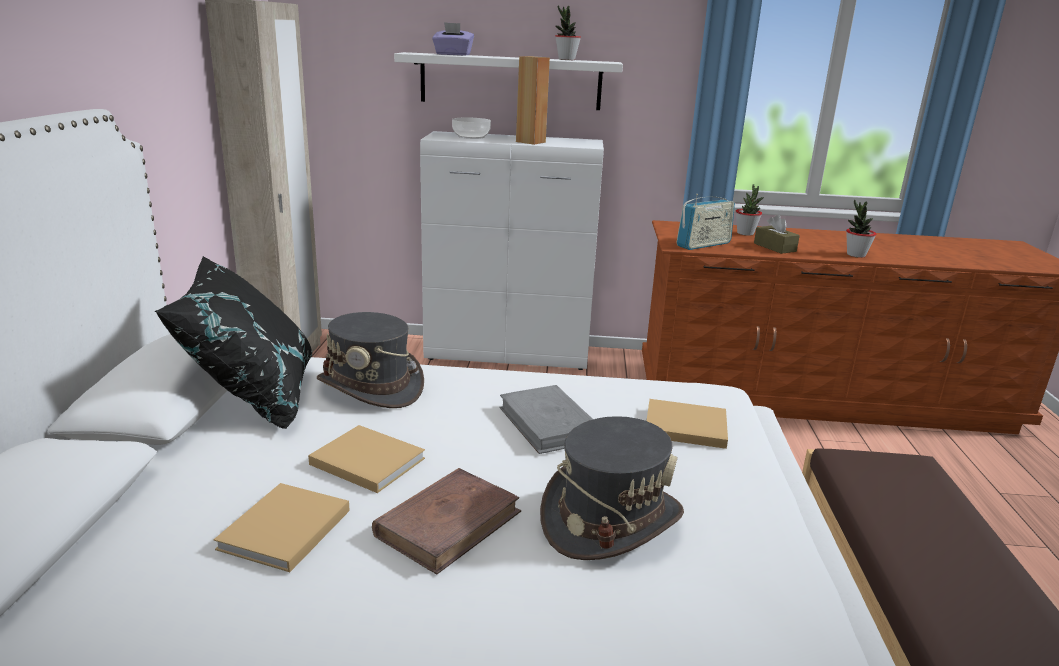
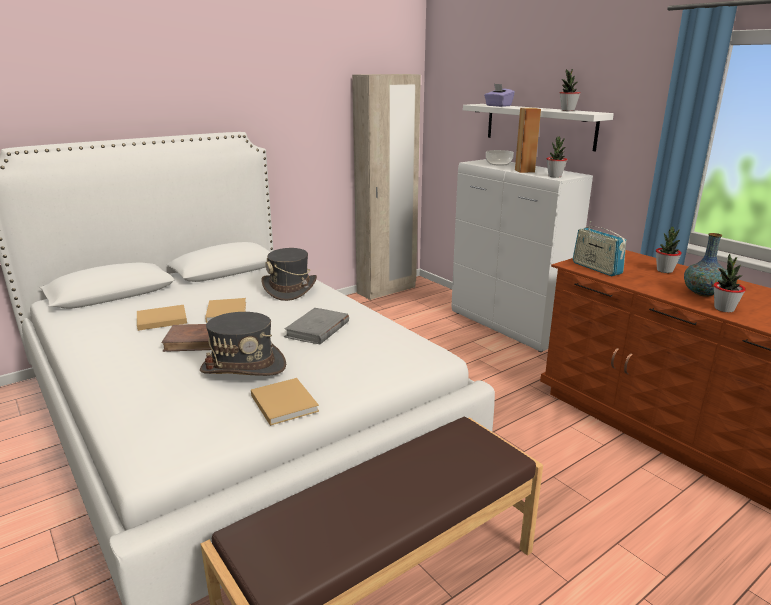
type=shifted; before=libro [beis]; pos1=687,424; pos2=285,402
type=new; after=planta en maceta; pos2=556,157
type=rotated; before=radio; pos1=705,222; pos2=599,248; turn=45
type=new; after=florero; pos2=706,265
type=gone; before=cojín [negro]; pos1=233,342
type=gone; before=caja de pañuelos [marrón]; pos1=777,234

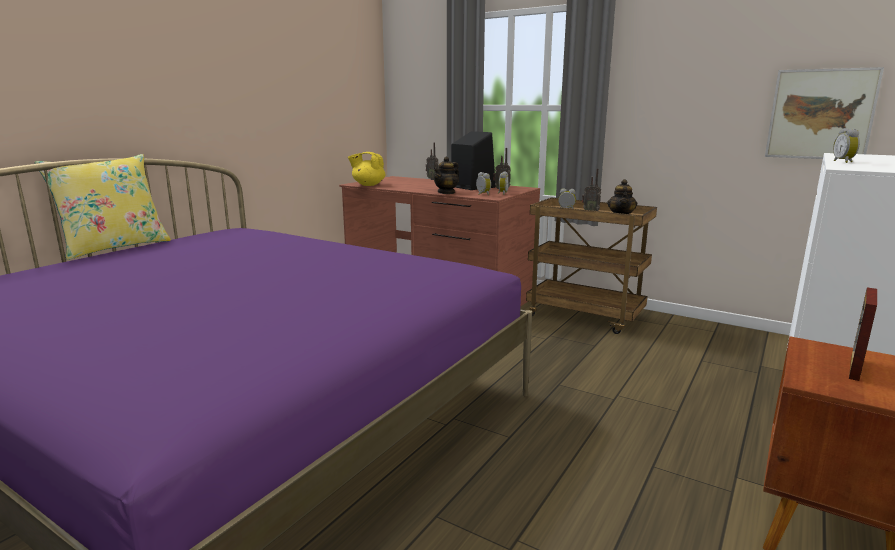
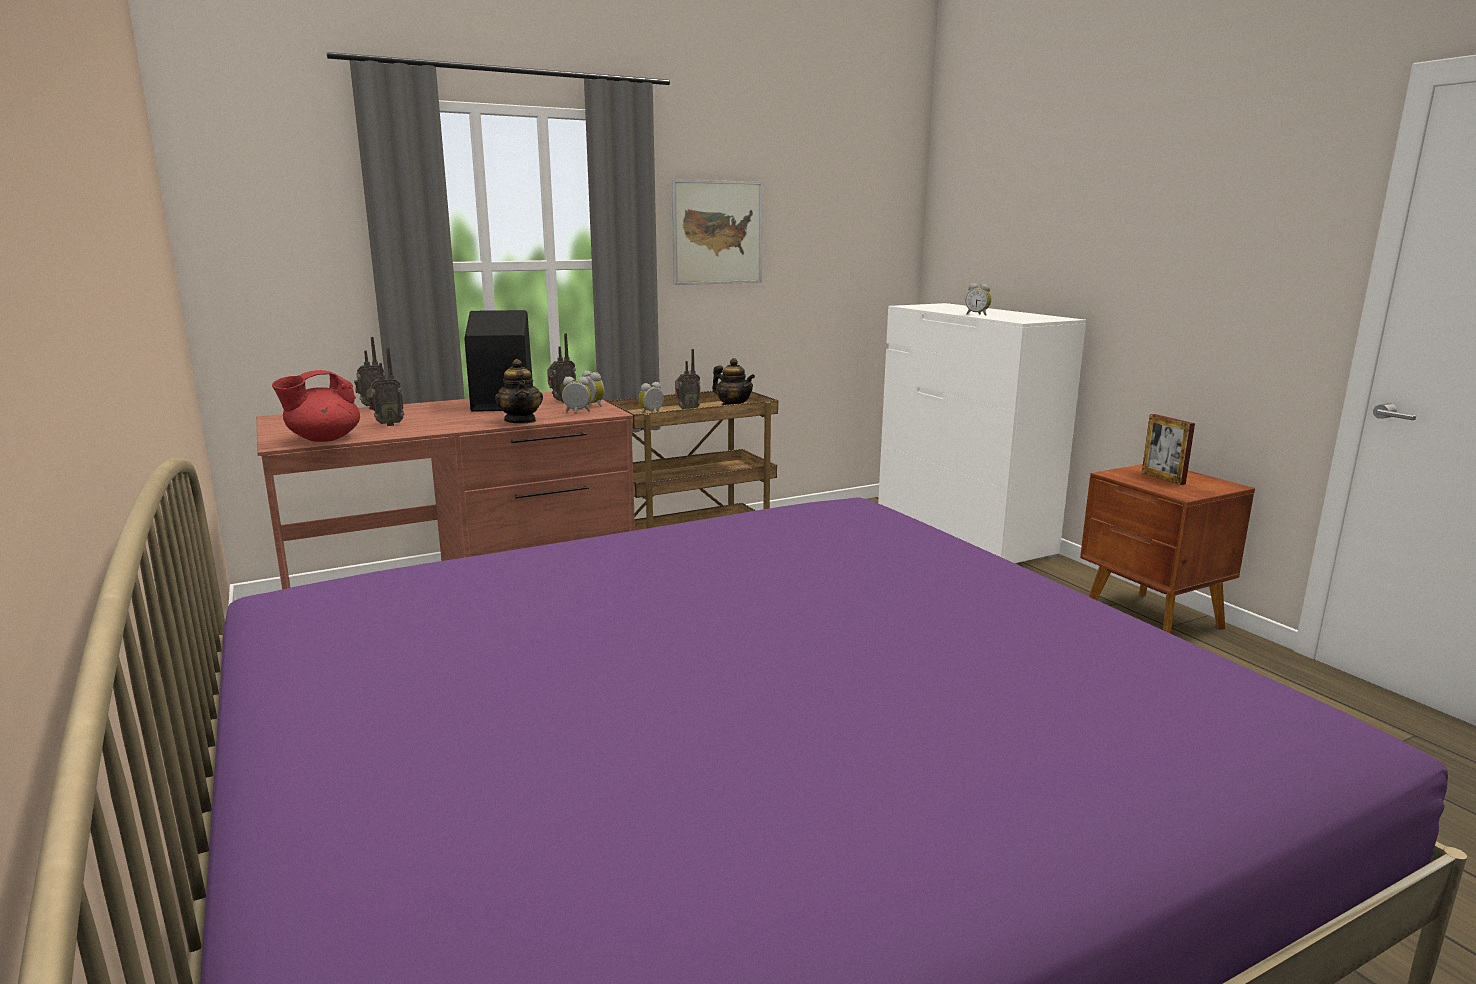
type=repainted; before=tetera [amarillo]; after=tetera [rojo]; pos1=366,169; pos2=316,406
type=new; after=radio; pos2=386,387
type=shifted; before=cuadro; pos1=824,113; pos2=717,232
type=gone; before=cojín [amarillo]; pos1=102,207

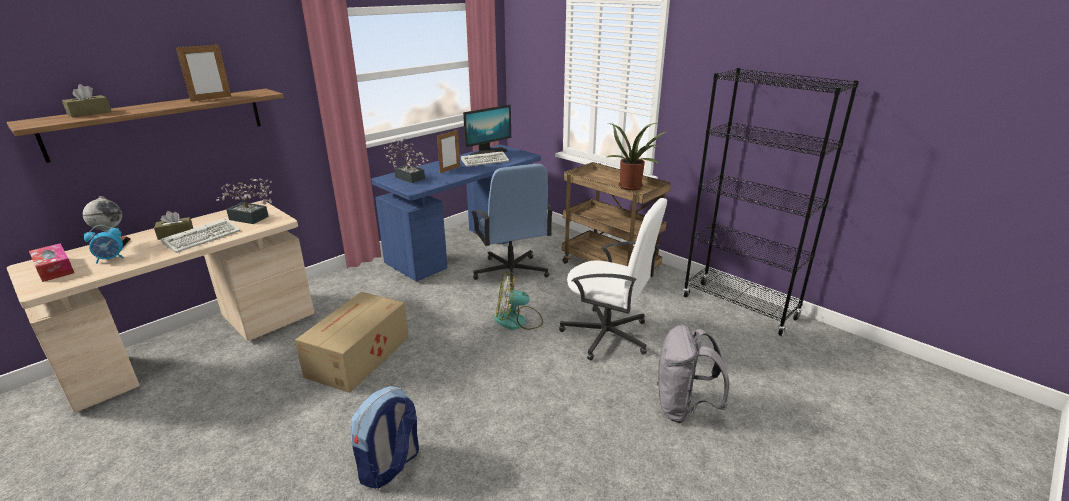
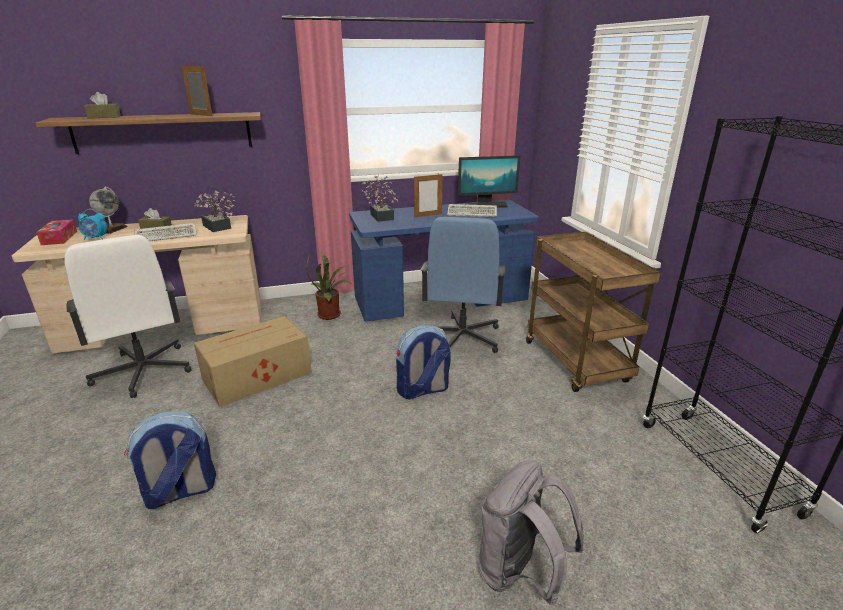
type=shifted; before=silla de oficina [blanco]; pos1=613,279; pos2=128,316
type=rotated; before=portarretratos; pos1=203,72; pos2=196,90; turn=-135
type=shifted; before=planta en maceta; pos1=637,157; pos2=329,286
type=swapped; before=ventilador; after=mochila; pos1=518,300; pos2=423,362

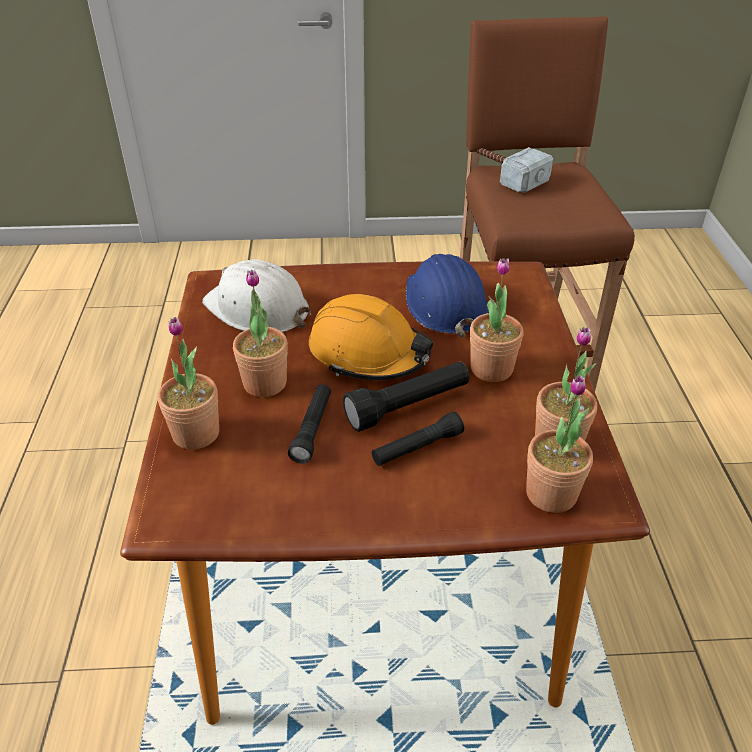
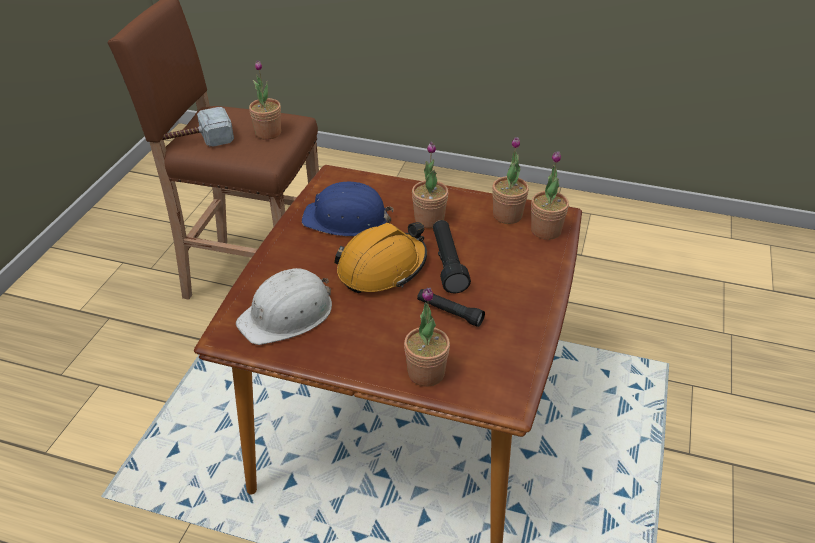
type=shifted; before=planta en maceta; pos1=260,333; pos2=265,100
type=gone; before=linterna [negro]; pos1=418,439

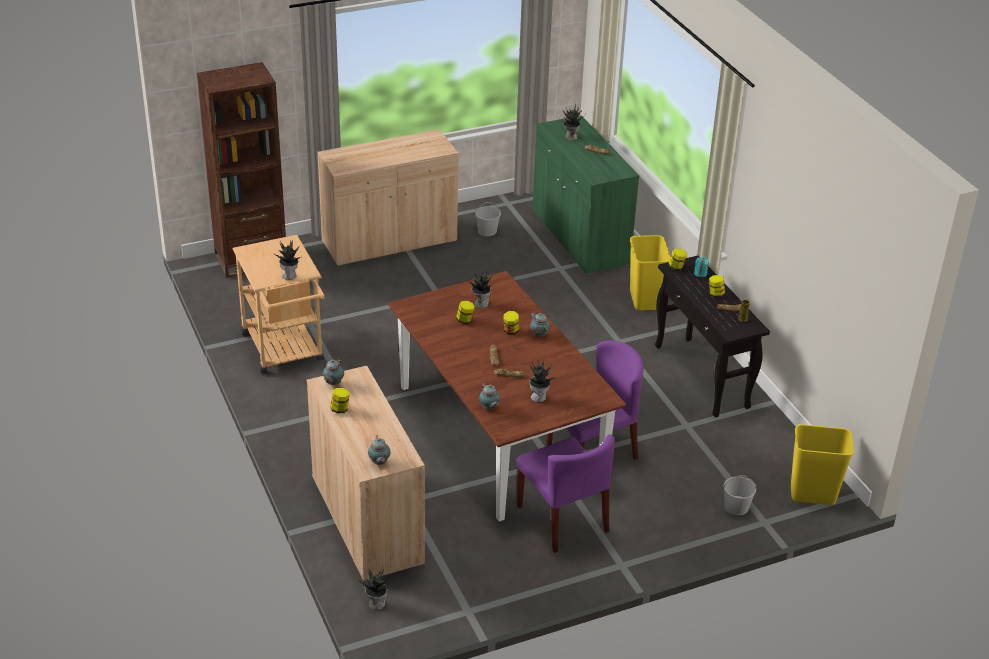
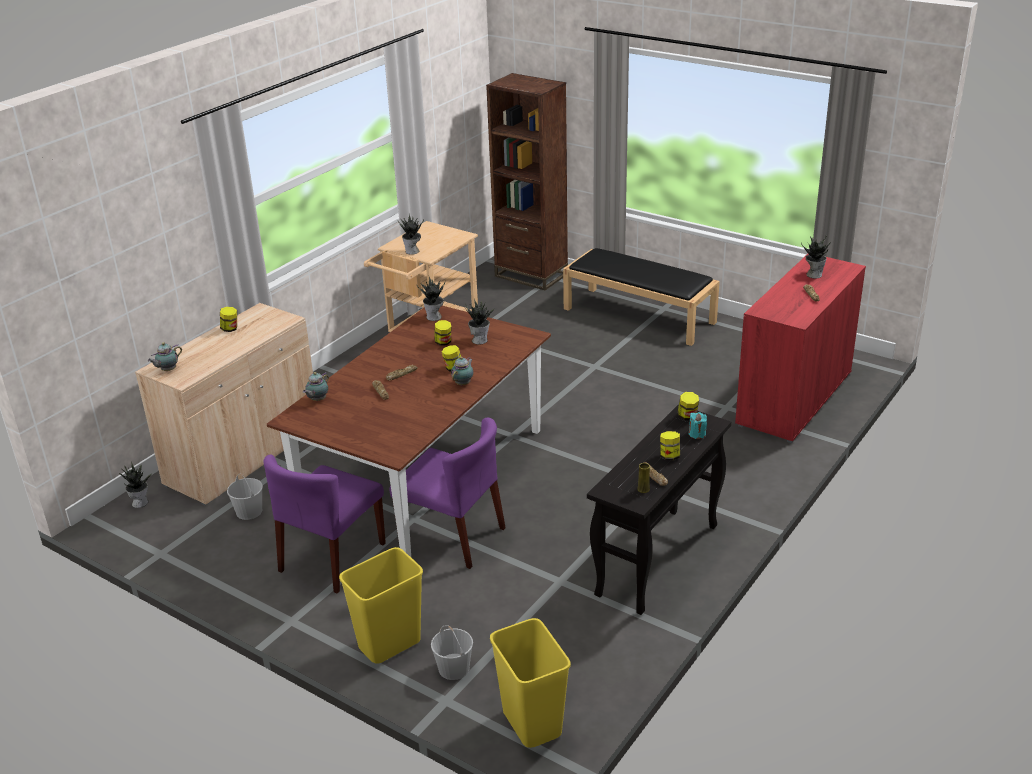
type=shifted; before=cubo [blanco]; pos1=488,219; pos2=245,496
type=shifted; before=papelera [amarillo]; pos1=650,272; pos2=381,605
type=shifted; before=planta en maceta; pos1=542,381; pos2=431,299
type=swapped; before=armario [beis]; after=banco [negro]; pos1=388,197; pos2=641,297
type=repainted; before=armario [verde]; after=armario [rojo]; pos1=586,195; pos2=800,348
type=gone; before=tetera; pos1=333,371

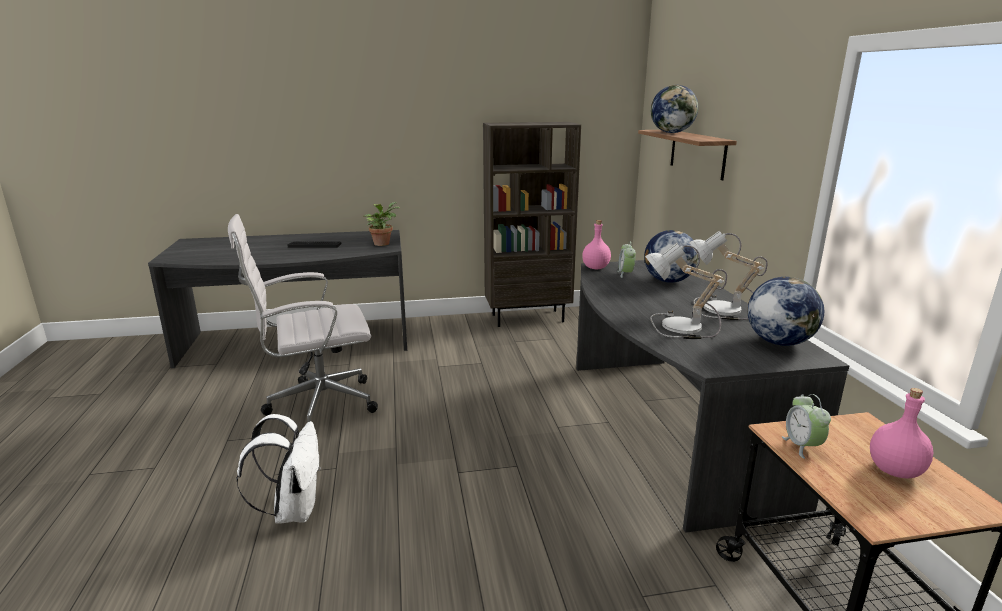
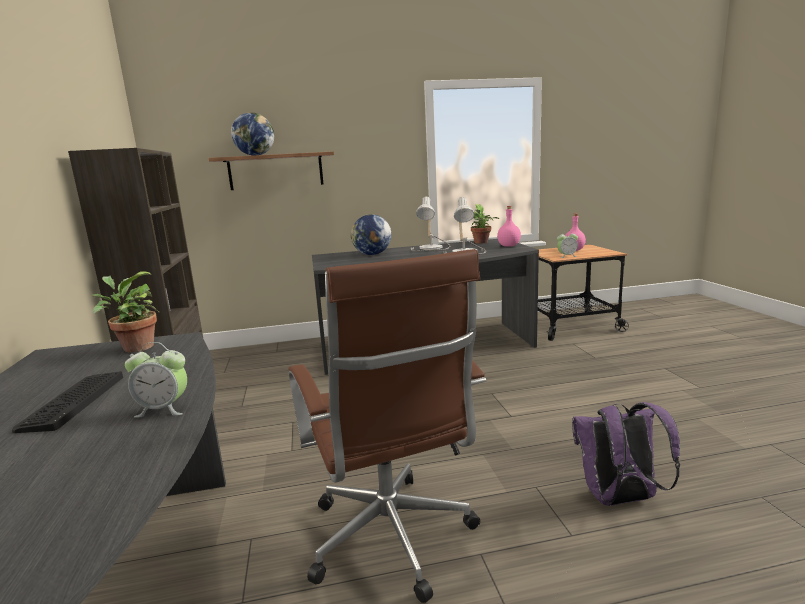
type=shifted; before=despertador; pos1=626,259; pos2=156,380
type=repainted; before=silla de oficina [blanco]; after=silla de oficina [marrón]; pos1=303,318; pos2=387,426
type=swapped; before=globo terráqueo; after=planta en maceta; pos1=786,311; pos2=485,224
type=shifted; before=botella [rosa]; pos1=596,244; pos2=509,226
type=repainted; before=mochila [blanco]; after=mochila [morado]; pos1=278,468; pos2=626,454

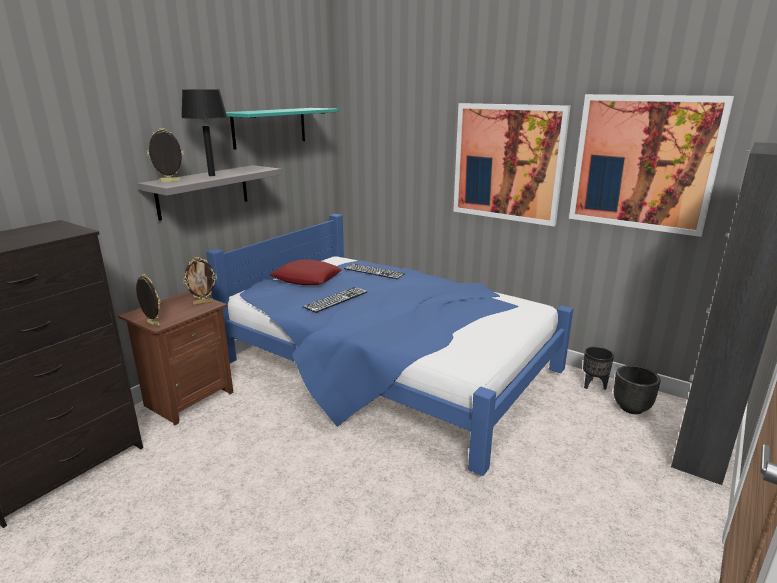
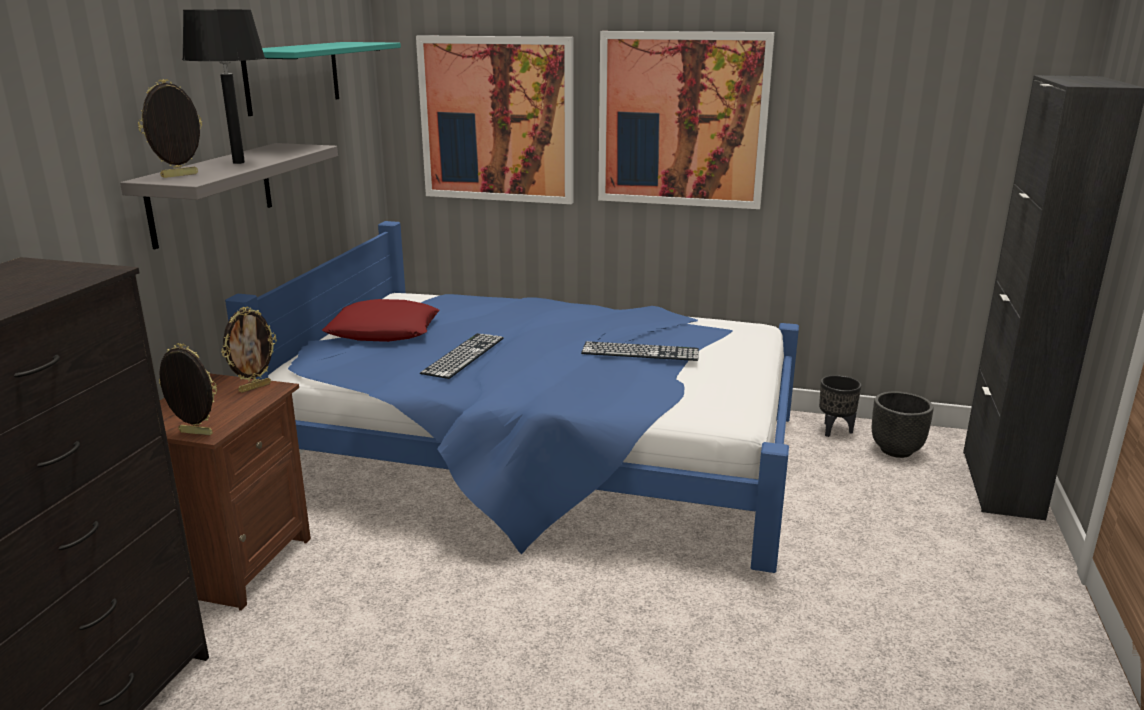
type=shifted; before=cuadro; pos1=651,165; pos2=494,119
type=shifted; before=teclado; pos1=374,271; pos2=640,351

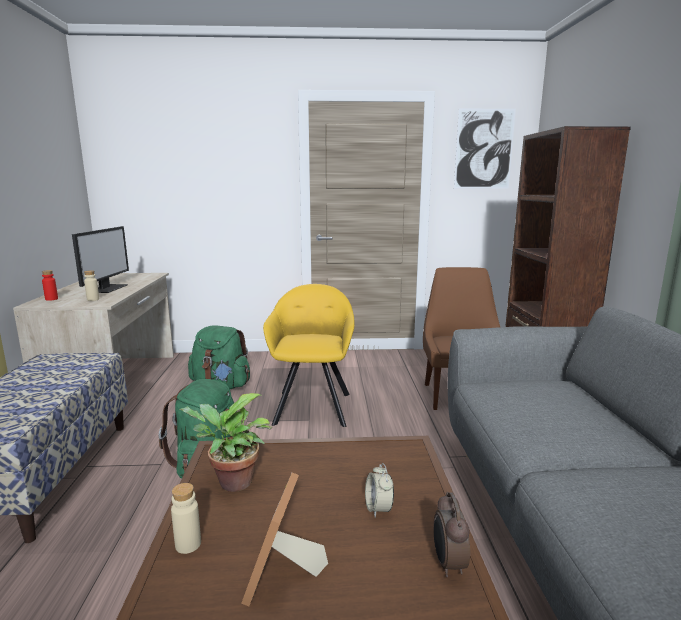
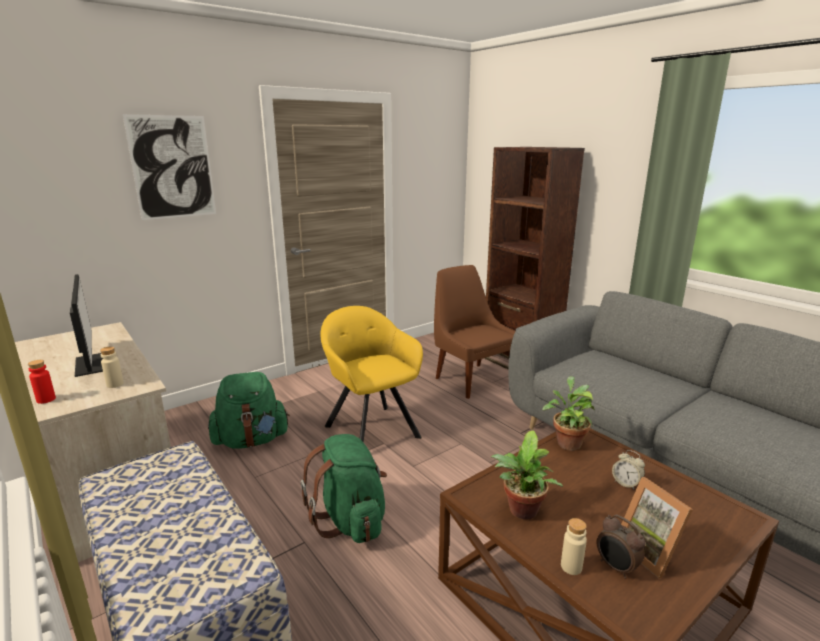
type=shifted; before=cuadro; pos1=485,148; pos2=169,167
type=new; after=planta en maceta; pos2=568,413
type=shifted; before=despertador; pos1=451,534; pos2=621,547

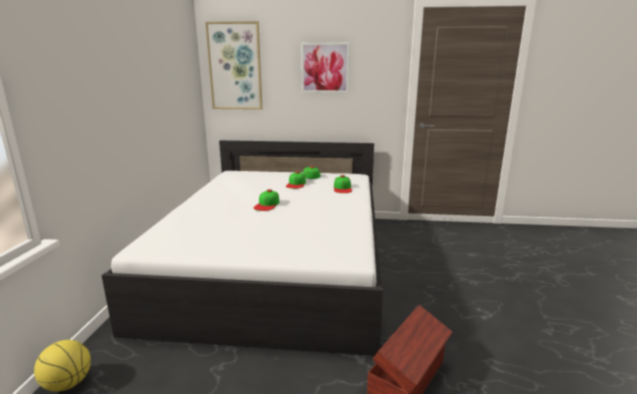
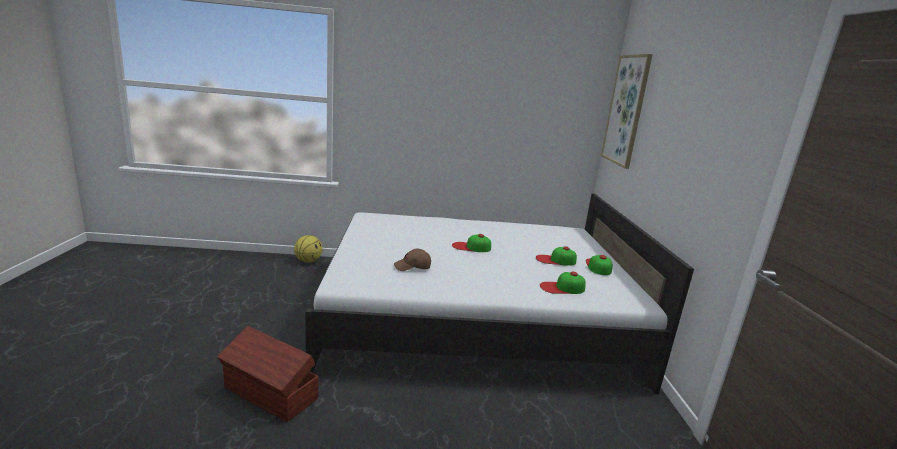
type=new; after=gorra [marrón]; pos2=412,260
type=gone; before=cuadro; pos1=325,68

